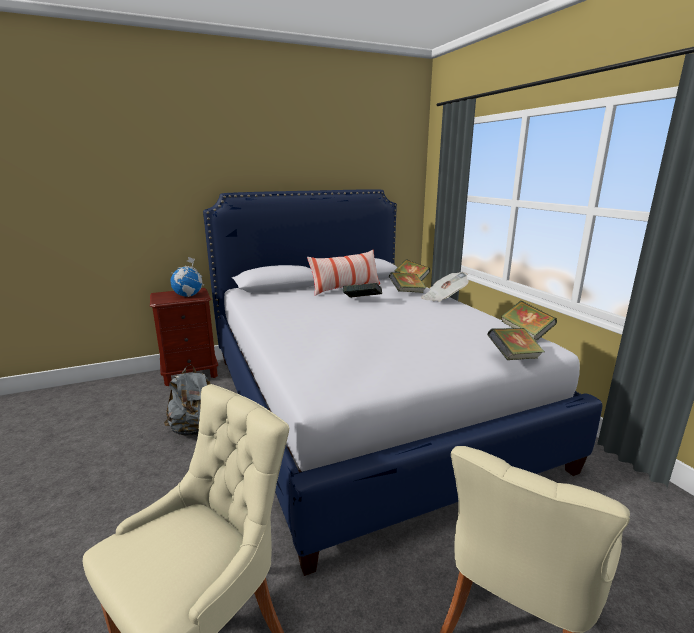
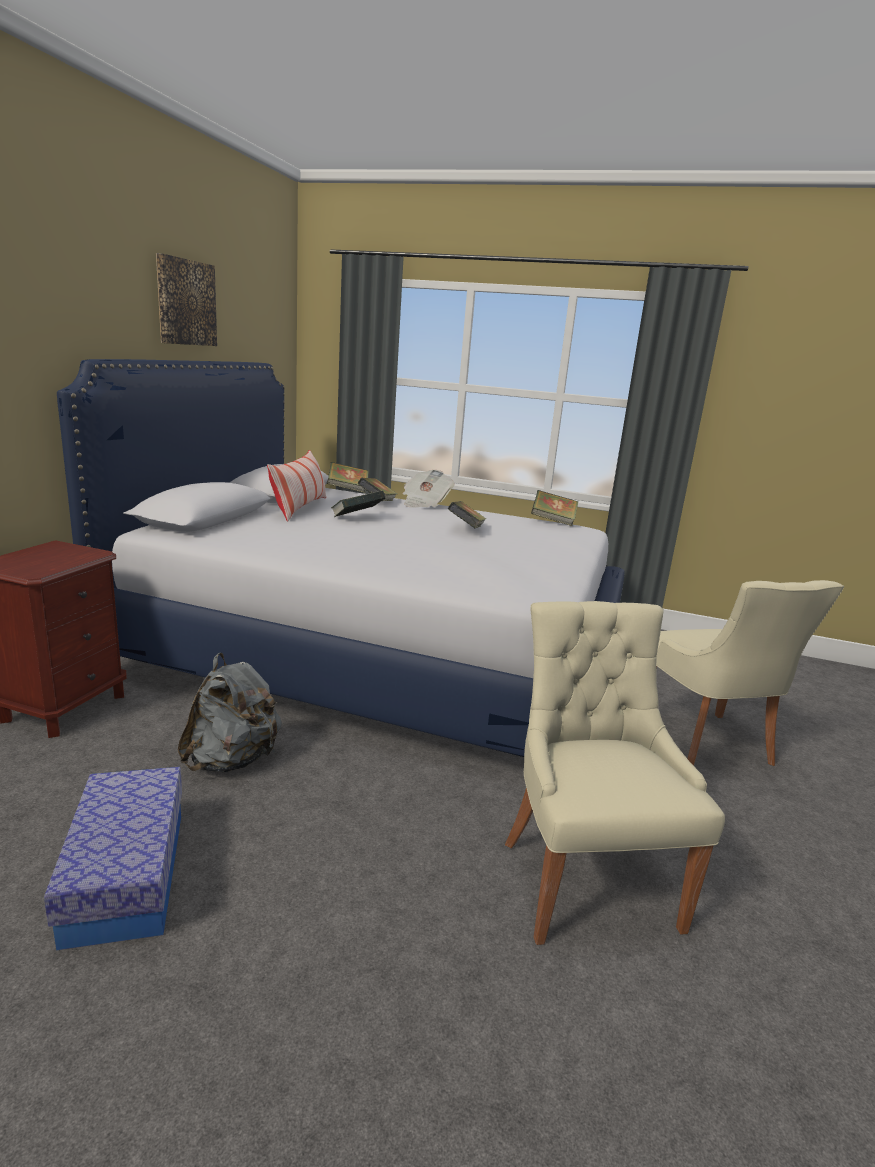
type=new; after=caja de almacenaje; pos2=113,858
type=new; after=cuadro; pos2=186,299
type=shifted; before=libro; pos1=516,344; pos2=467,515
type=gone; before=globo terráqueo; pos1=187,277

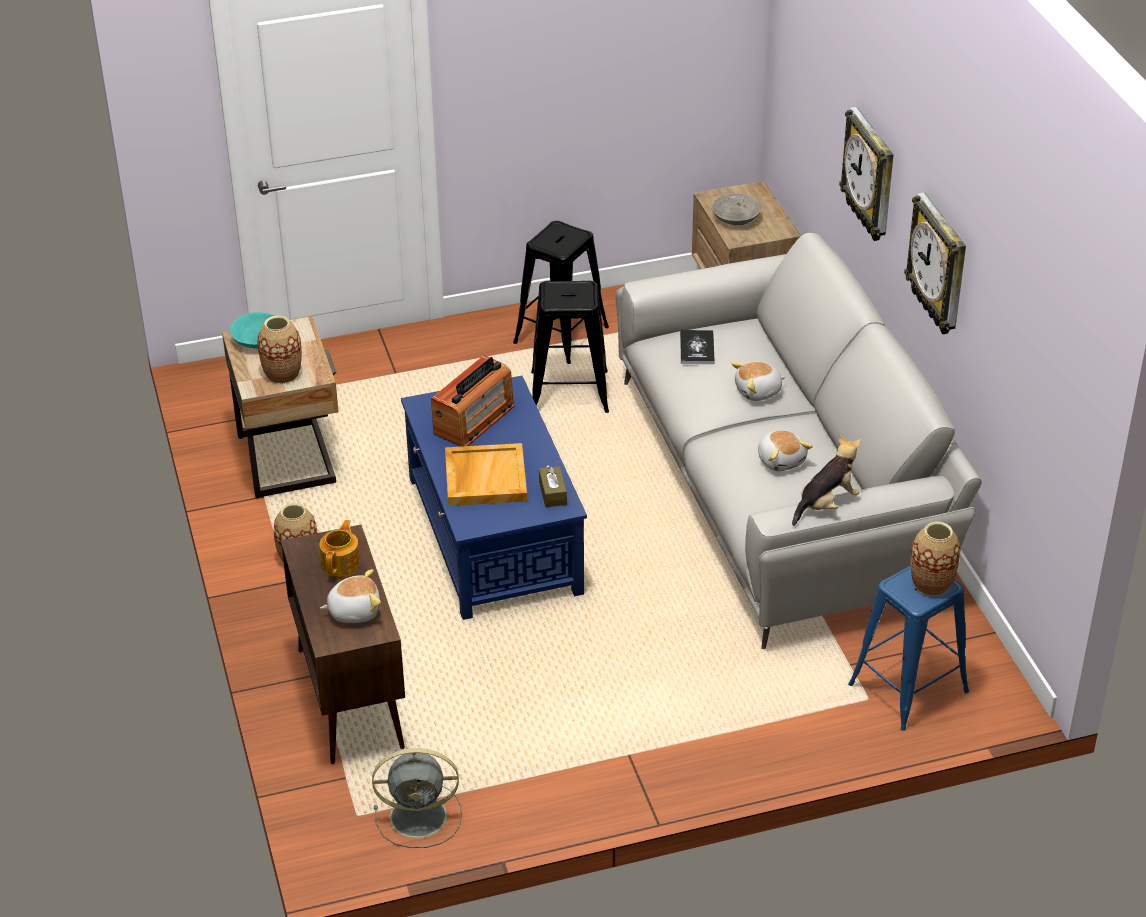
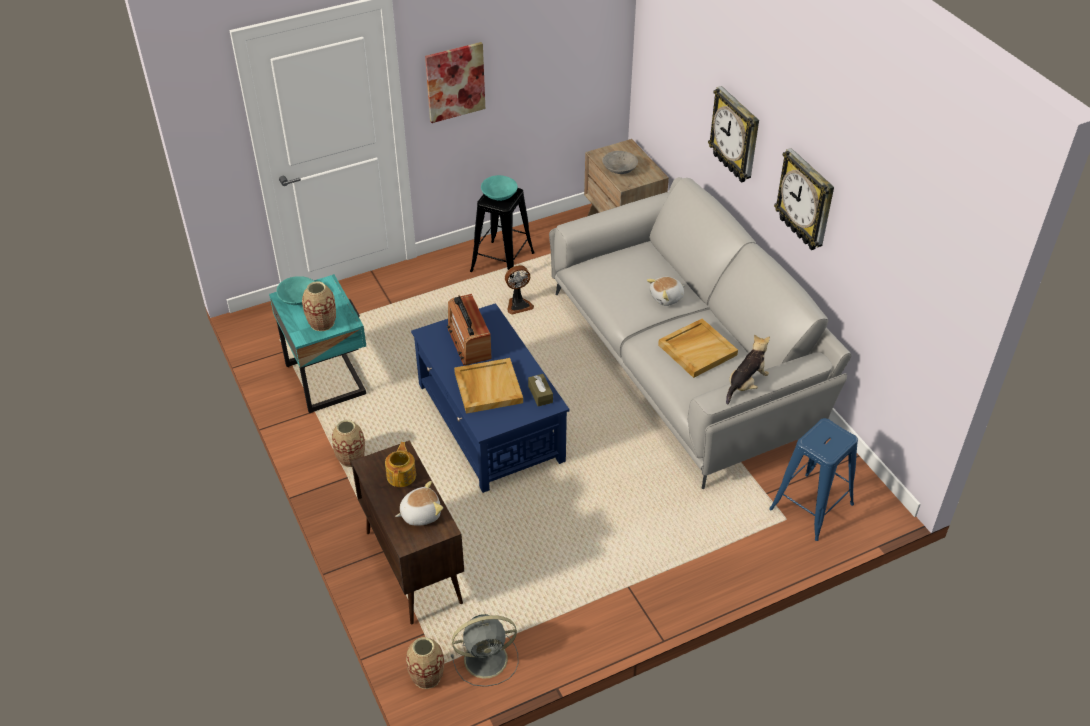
type=repainted; before=mesita de noche [beis]; after=mesita de noche [turquesa]; pos1=280,407; pos2=317,343
type=shifted; before=florero; pos1=935,558; pos2=425,663
type=new; after=cuadro; pos2=455,82
type=rotated; before=radio; pos1=473,401; pos2=469,329; turn=135
type=new; after=cuenco [turquesa]; pos2=499,188
type=swapped; before=taburete [negro]; after=ventilador; pos1=570,347; pos2=519,290
type=swapped; before=peluche; after=bandeja [beis]; pos1=785,450; pos2=698,348
type=gone; before=libro; pos1=697,347

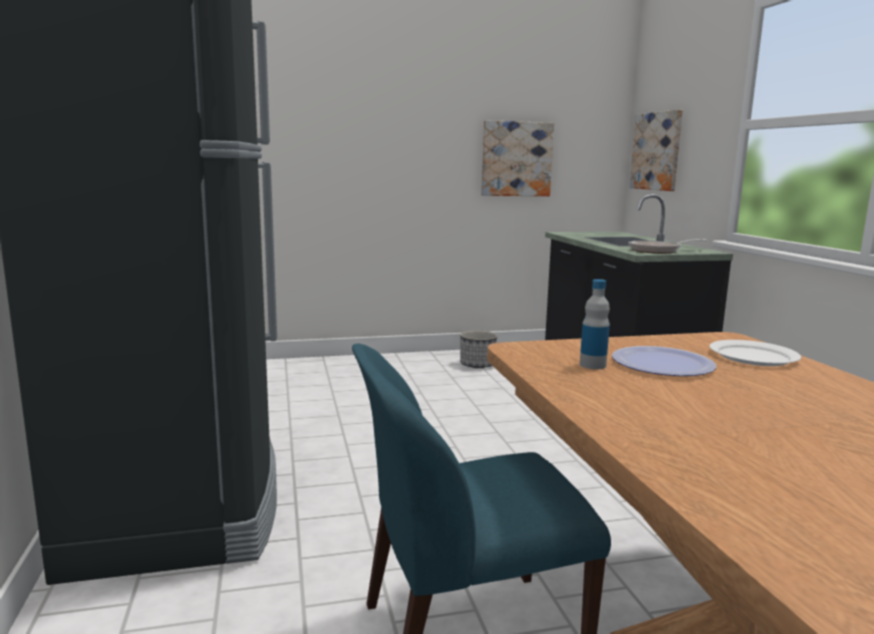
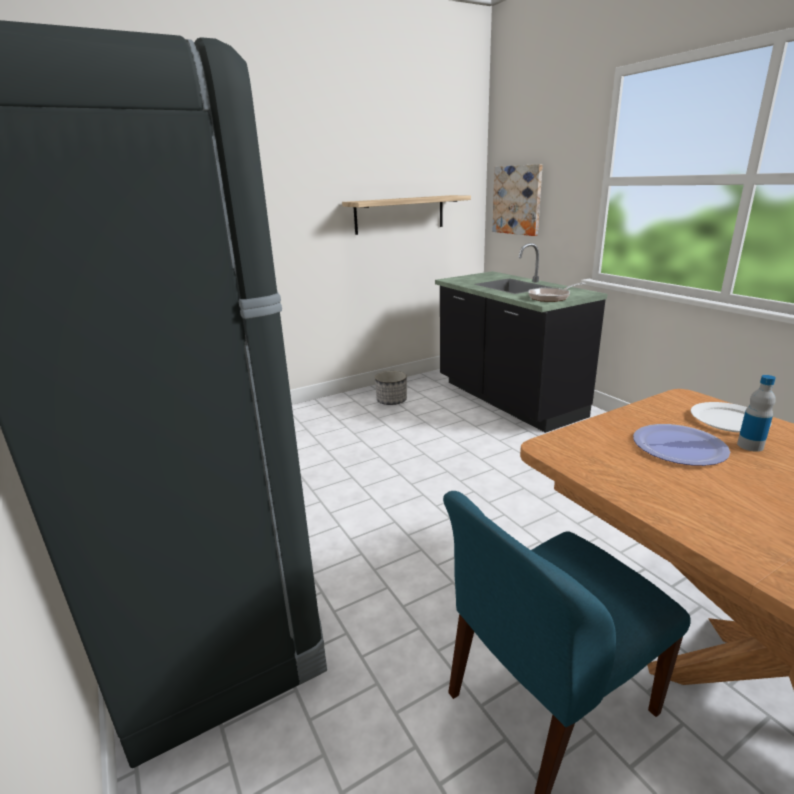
type=swapped; before=cuadro; after=estante; pos1=517,158; pos2=406,215
type=shifted; before=botella; pos1=595,324; pos2=756,413

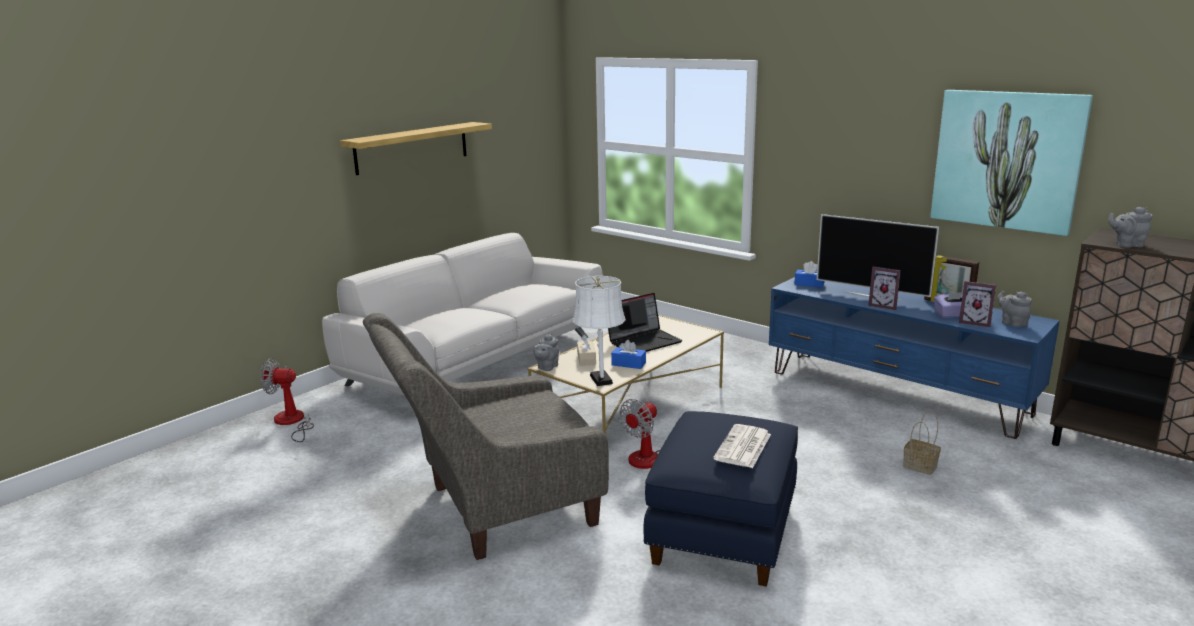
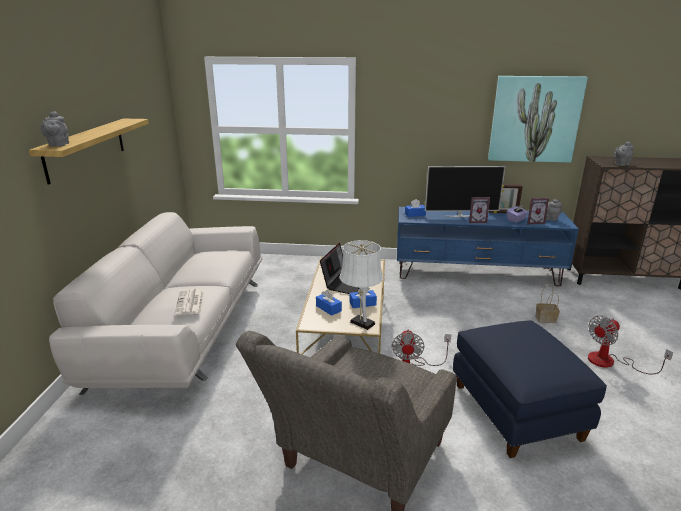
type=shifted; before=tetera [gris]; pos1=546,352; pos2=55,129
type=shifted; before=periódico; pos1=742,446; pos2=189,302
type=repainted; before=caja de pañuelos [beis]; after=caja de pañuelos [azul]; pos1=586,350; pos2=329,303
type=shifted; before=ventilador; pos1=287,400; pos2=630,345

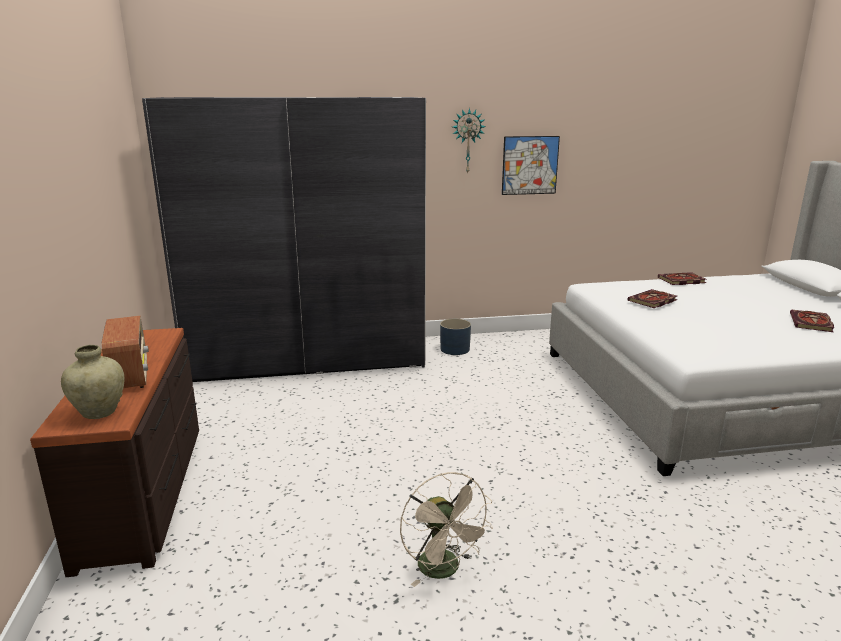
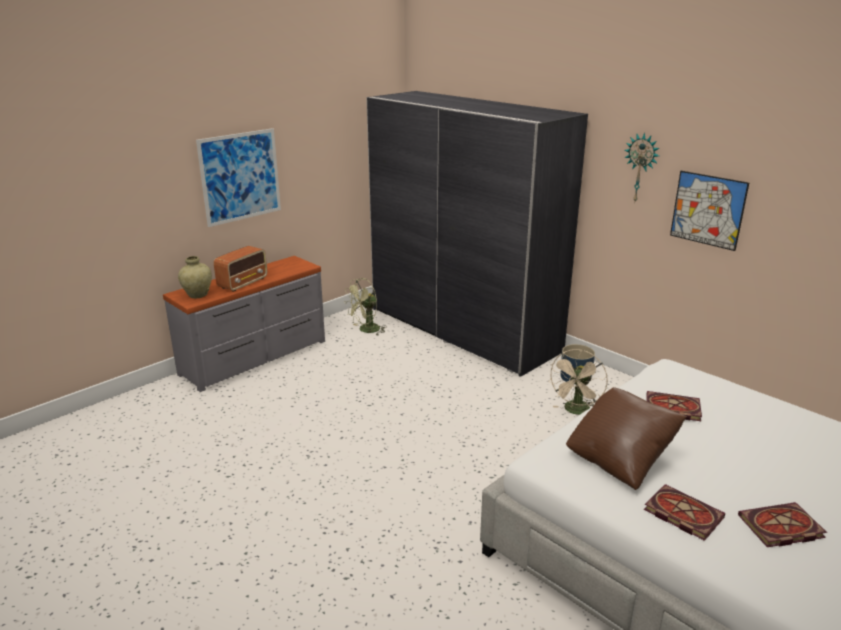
type=repainted; before=cómoda [marrón]; after=cómoda [gris]; pos1=114,452; pos2=244,324
type=new; after=cuadro; pos2=238,177
type=new; after=ventilador [verde]; pos2=365,307
type=shifted; before=ventilador [beis]; pos1=446,529; pos2=578,382
type=new; after=cojín [marrón]; pos2=626,438
type=shifted; before=libro; pos1=682,278; pos2=684,512

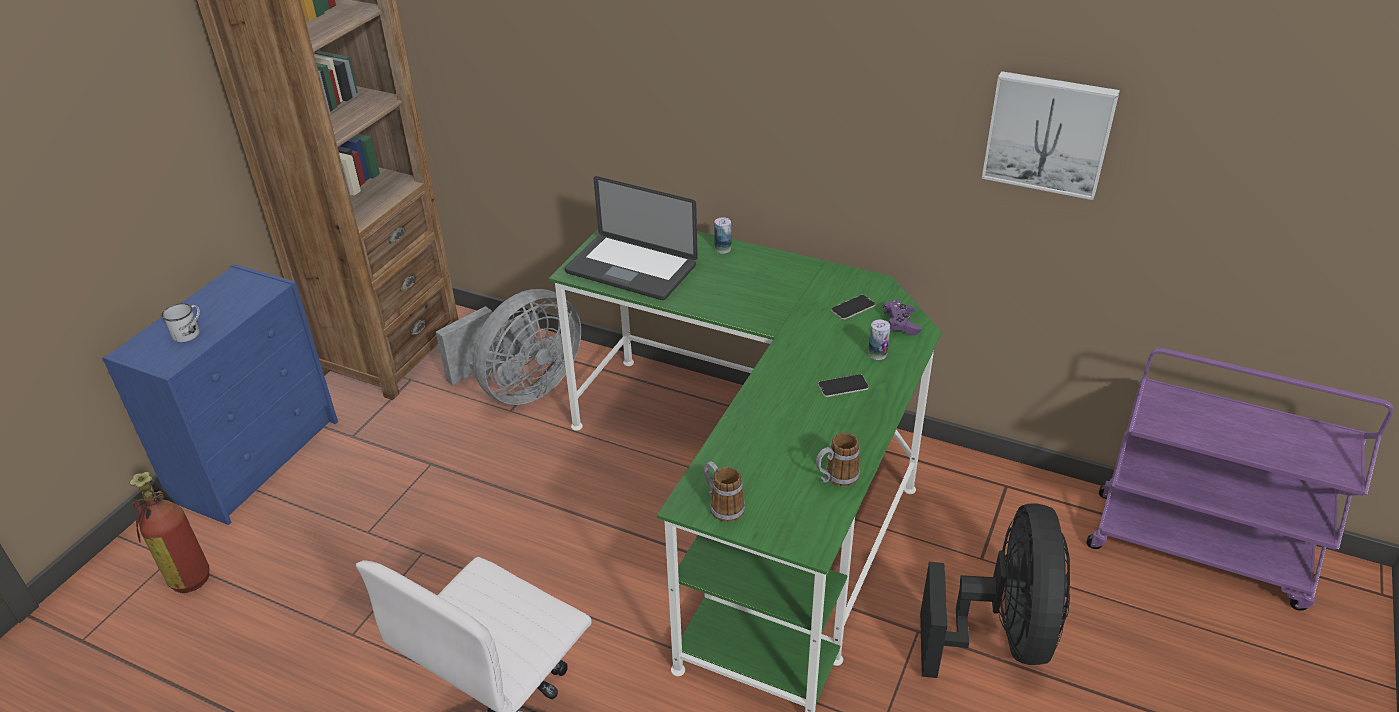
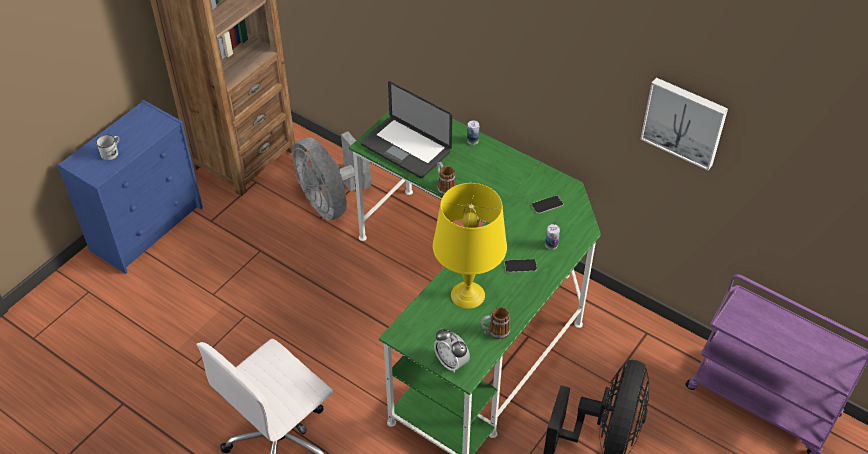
type=rotated; before=ventilador [gris]; pos1=508,347; pos2=331,175; turn=90
type=new; after=lámpara de mesa [amarillo]; pos2=470,246
type=new; after=despertador; pos2=452,350
type=shifted; before=taza grande; pos1=724,491; pos2=446,178
type=gone; before=extintor; pos1=169,532
type=gone; before=mando de consola [morado]; pos1=902,318

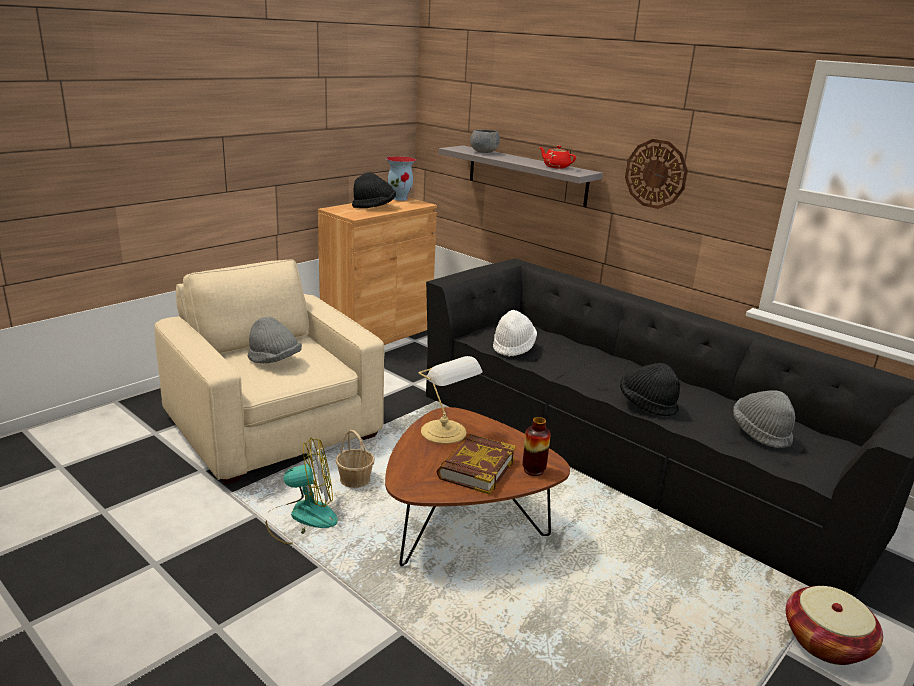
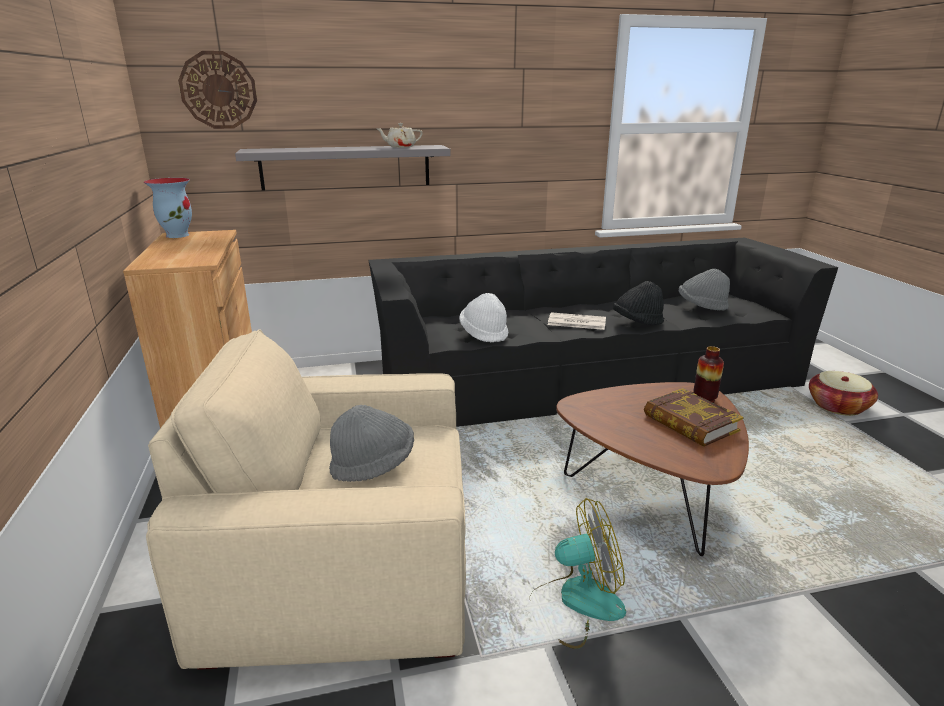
type=shifted; before=reloj de pared; pos1=656,174; pos2=217,90
type=repainted; before=tetera [rojo]; after=tetera [beis]; pos1=557,157; pos2=399,135
type=rotated; before=ventilador; pos1=301,491; pos2=578,573; turn=60
type=new; after=periódico; pos2=577,321
type=gone; before=cesta; pos1=355,459
type=gone; before=sombrero [negro]; pos1=374,190
type=gone; before=lámpara de mesa; pos1=450,400
type=gone; before=cuenco [gris]; pos1=485,141

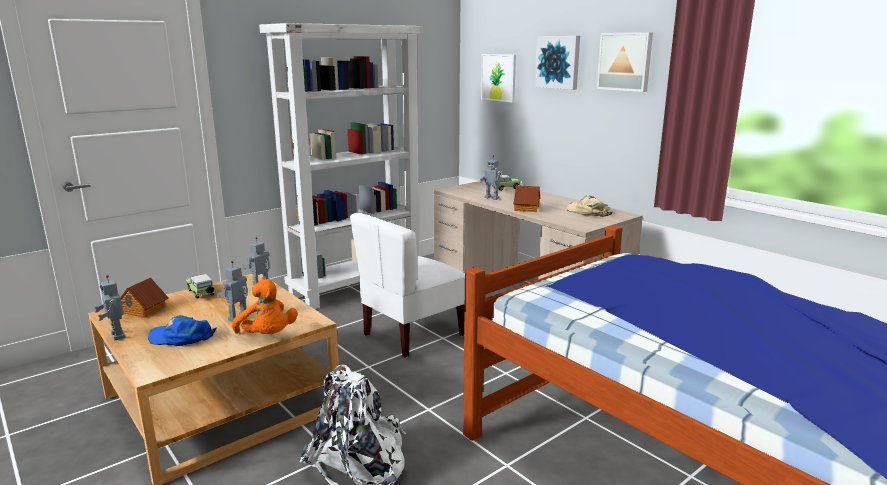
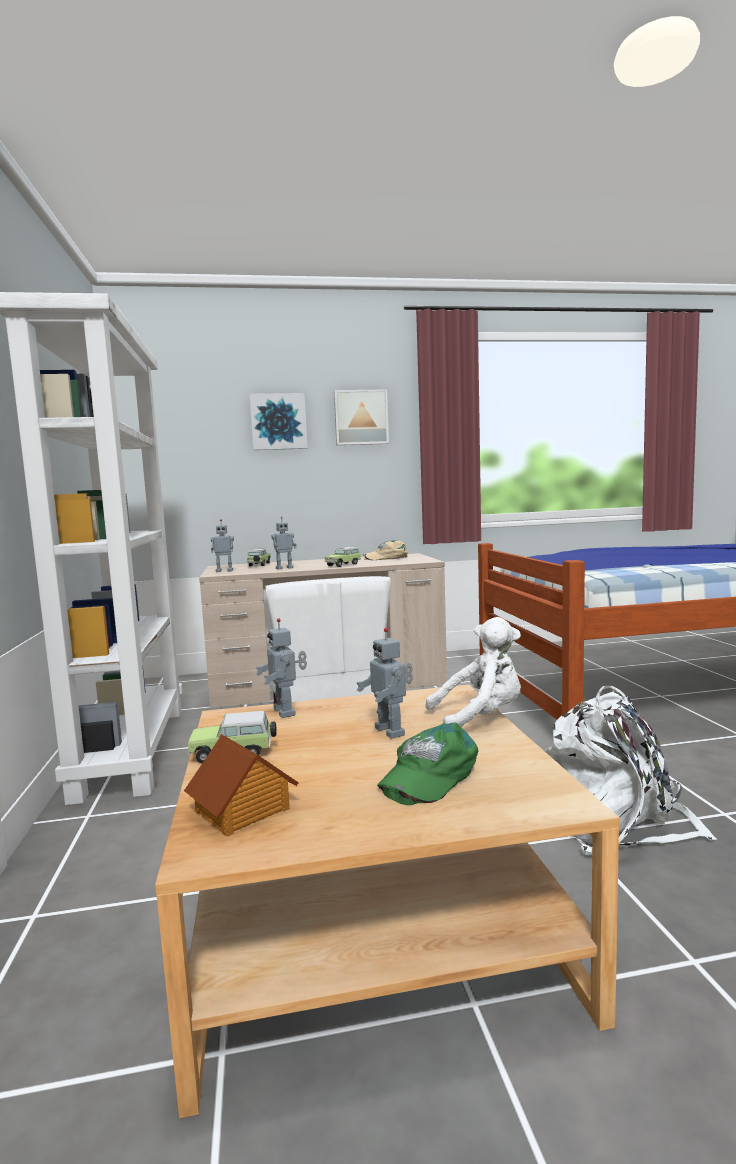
type=shifted; before=robot de juguete; pos1=113,307; pos2=222,545
type=swapped; before=casita; after=coche de juguete; pos1=526,198; pos2=342,557
type=repainted; before=gorra [azul]; after=gorra [verde]; pos1=182,330; pos2=428,763
type=repainted; before=peluche [naranja]; after=peluche [blanco]; pos1=265,306; pos2=473,672
type=gone; before=cuadro; pos1=498,78

